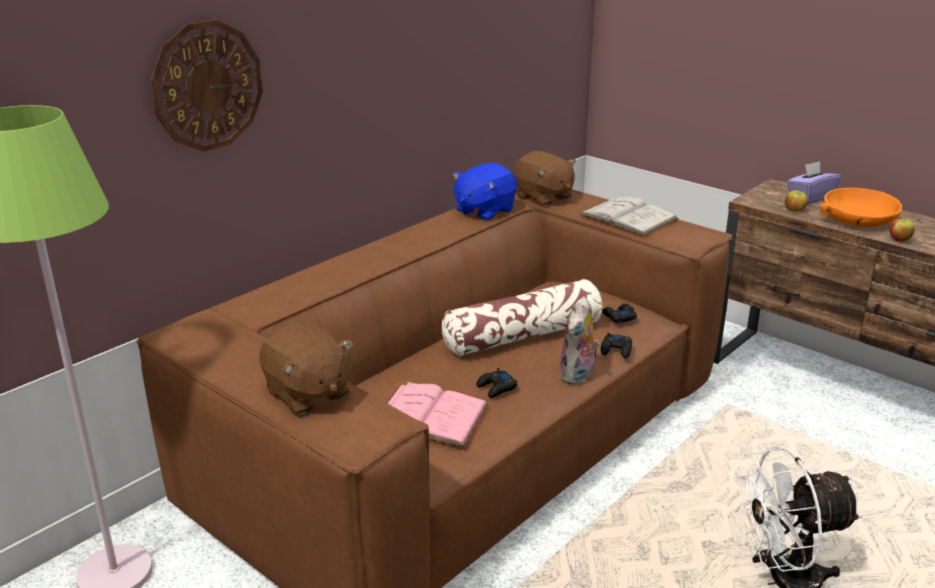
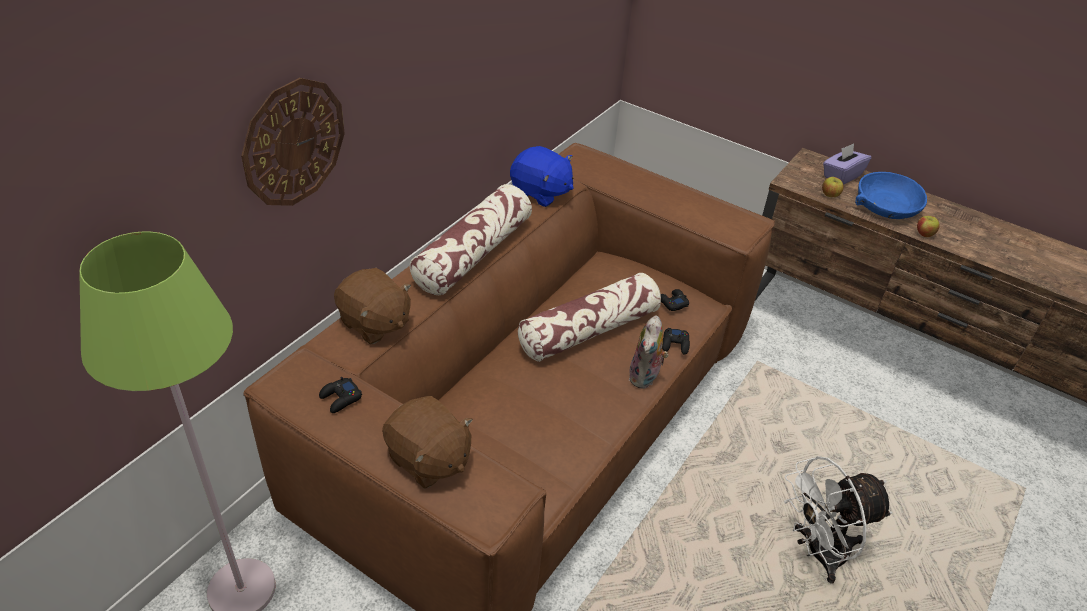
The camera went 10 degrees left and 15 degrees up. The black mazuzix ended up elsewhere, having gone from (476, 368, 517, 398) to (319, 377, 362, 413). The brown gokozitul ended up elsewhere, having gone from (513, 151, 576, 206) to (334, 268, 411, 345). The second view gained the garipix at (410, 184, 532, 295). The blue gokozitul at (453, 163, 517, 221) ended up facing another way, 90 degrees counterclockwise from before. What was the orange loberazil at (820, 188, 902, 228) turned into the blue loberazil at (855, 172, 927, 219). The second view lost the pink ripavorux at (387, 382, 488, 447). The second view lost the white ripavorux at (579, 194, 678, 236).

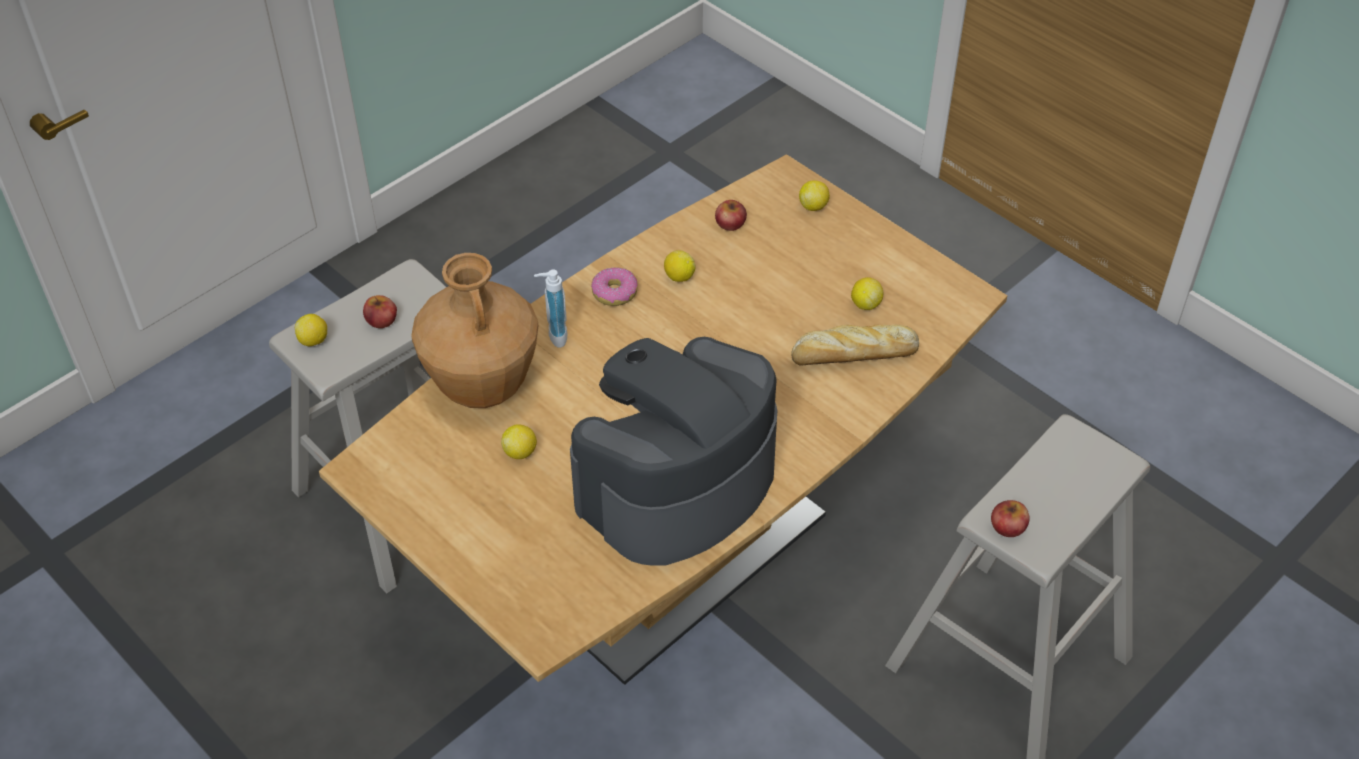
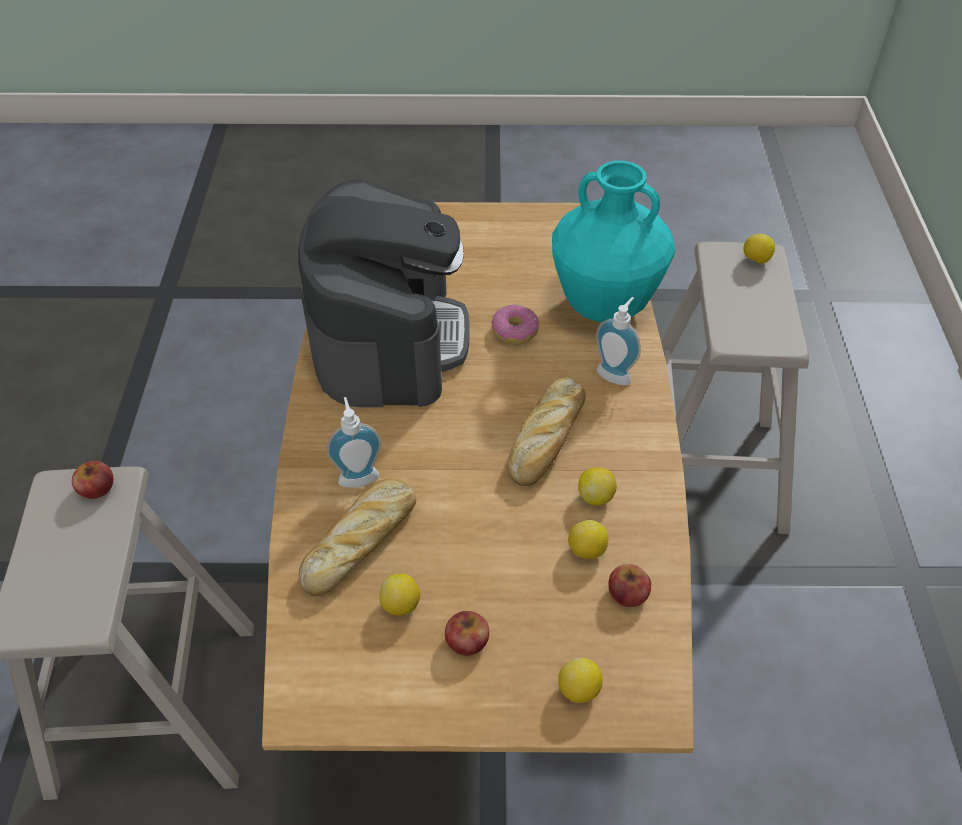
The camera went 135 degrees right and 0 degrees up. The second view gained the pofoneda at (326, 397, 382, 488). The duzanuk ended up elsewhere, having gone from (363, 295, 397, 328) to (445, 611, 489, 656). The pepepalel ended up elsewhere, having gone from (591, 267, 638, 306) to (491, 304, 539, 345). The second view gained the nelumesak at (507, 377, 586, 486). What was the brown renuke at (411, 253, 538, 408) turned into the turquoise renuke at (552, 161, 675, 323). The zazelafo ended up elsewhere, having gone from (501, 424, 537, 459) to (568, 520, 608, 559).

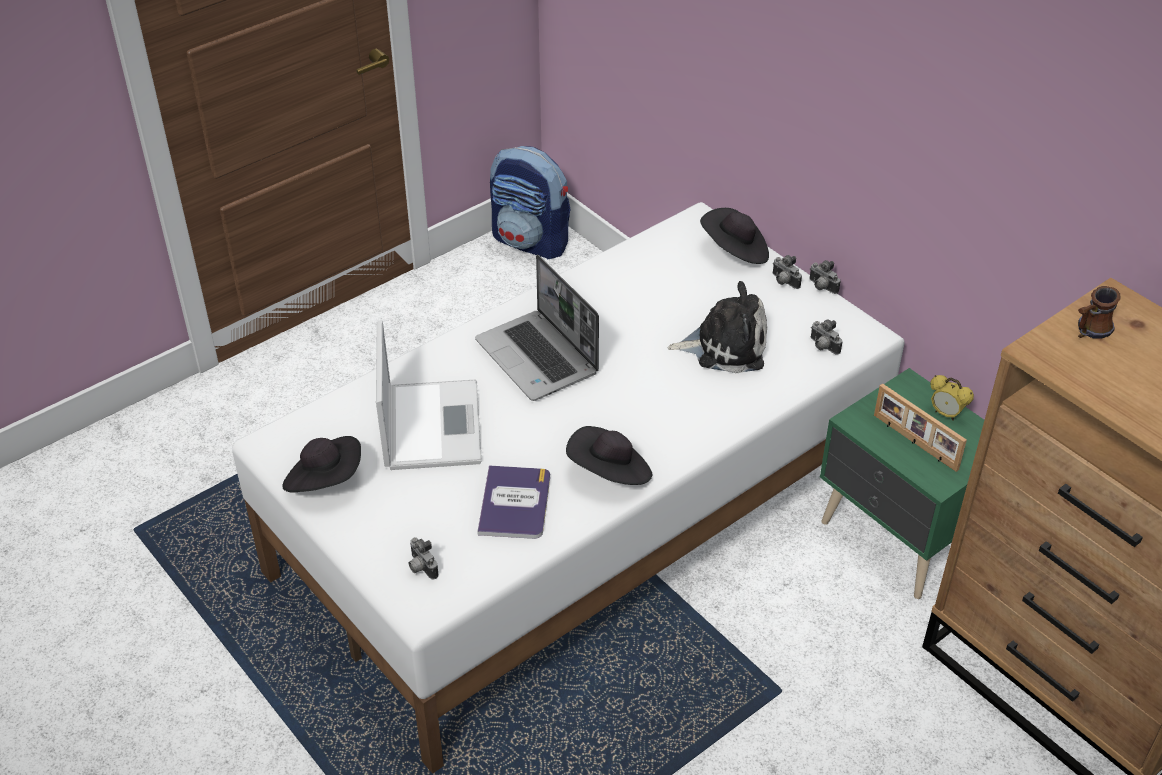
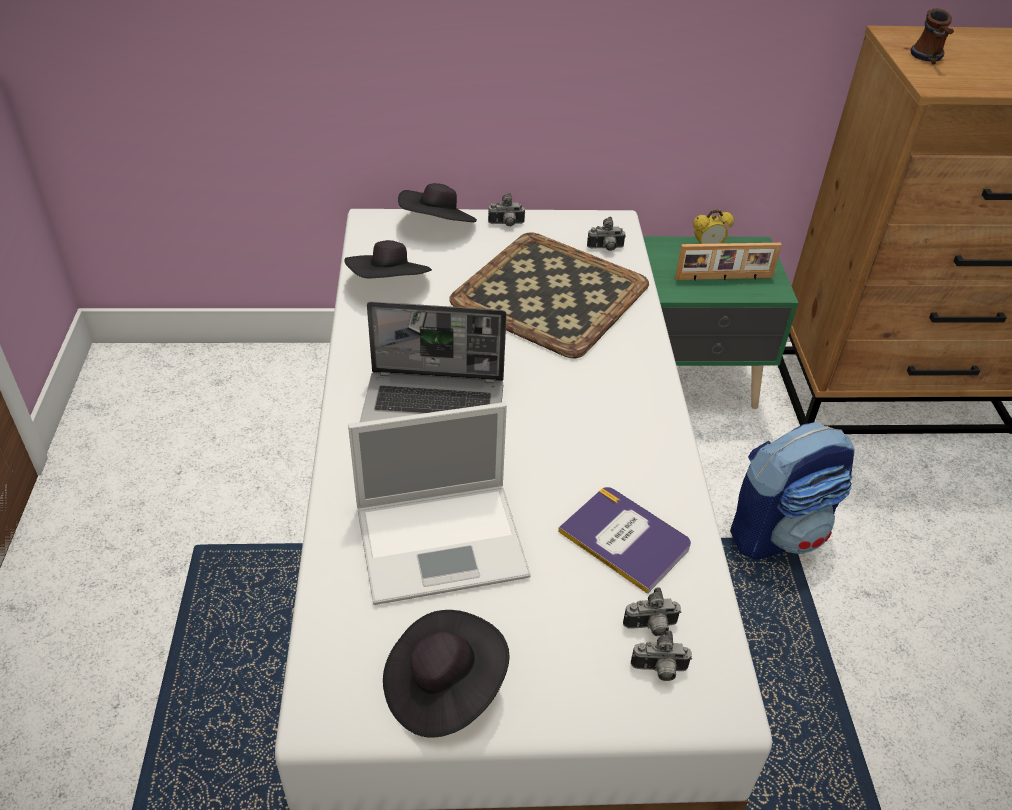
The camera went 55 degrees left and 0 degrees up. The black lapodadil ended up elsewhere, having gone from (566, 426, 652, 485) to (344, 240, 432, 278). The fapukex at (376, 320, 482, 470) ended up facing another way, 135 degrees clockwise from before. Where the gokozitul stood at (667, 281, 767, 374), the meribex came to stand at (449, 233, 649, 358). The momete ended up elsewhere, having gone from (809, 260, 841, 294) to (623, 587, 682, 636). The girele ended up elsewhere, having gone from (490, 146, 570, 259) to (730, 422, 855, 559).

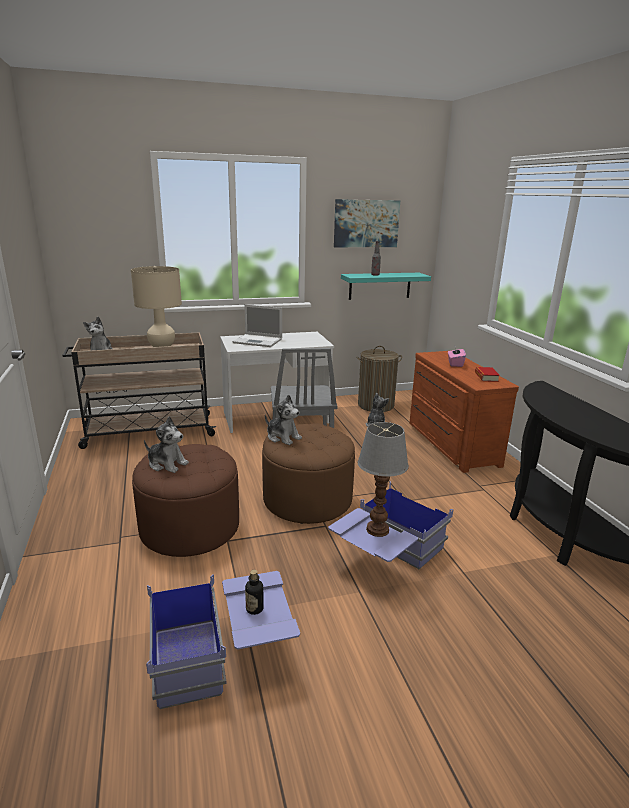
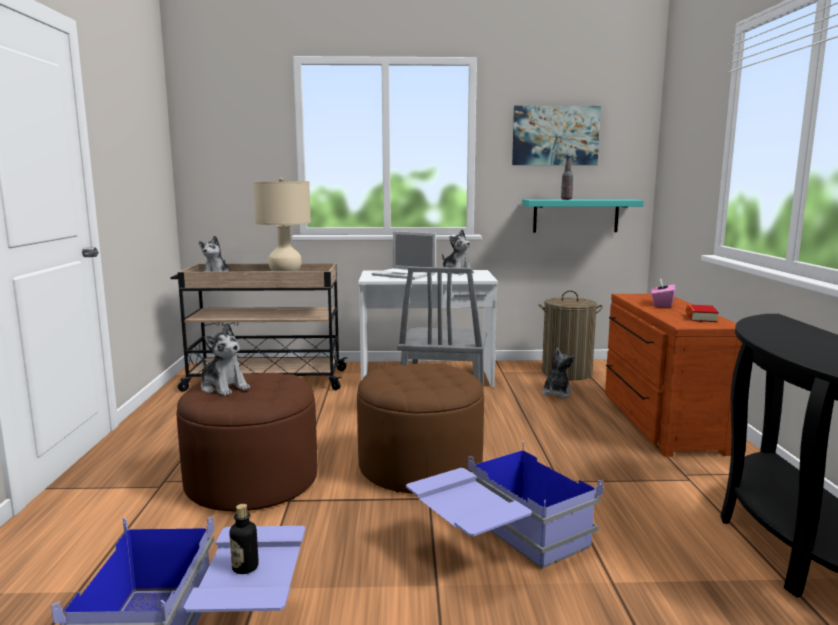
The camera went 15 degrees right and 10 degrees down. The gokozitul ended up elsewhere, having gone from (265, 395, 302, 445) to (442, 230, 474, 275). The second view lost the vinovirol at (357, 422, 409, 537).

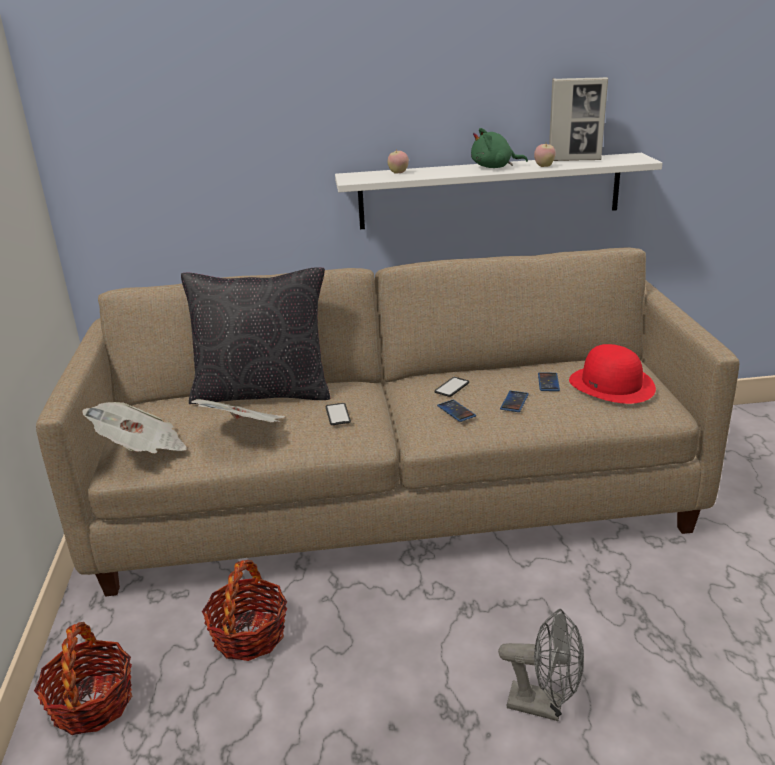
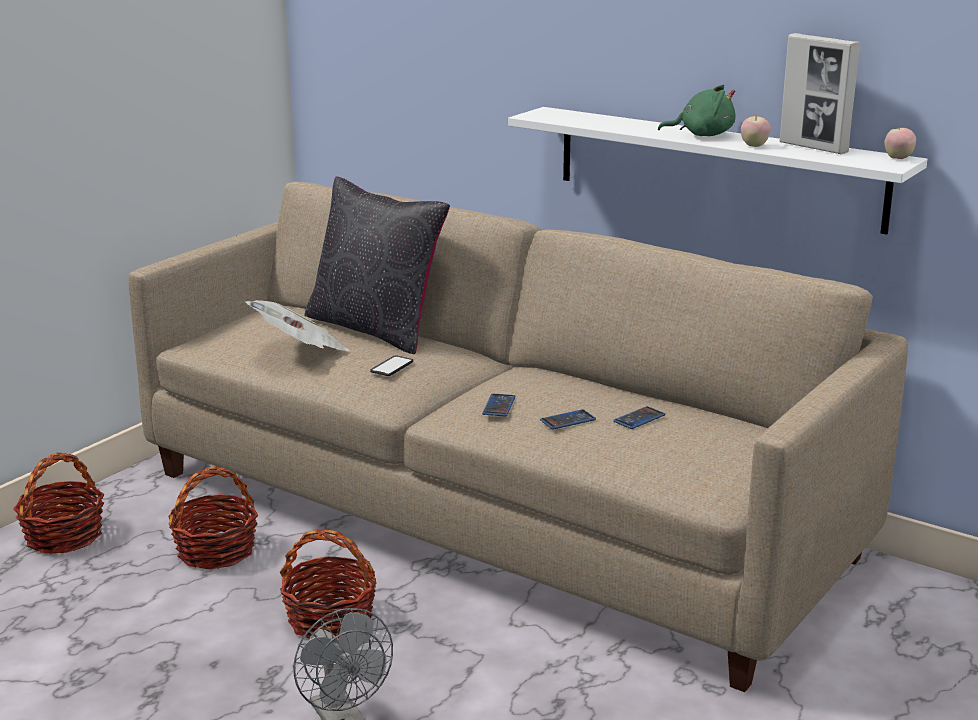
The camera went 40 degrees right and 5 degrees down. The second view gained the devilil at (280, 529, 376, 638). The green gokozitul at (471, 128, 528, 168) ended up facing another way, 150 degrees clockwise from before. The duzanuk ended up elsewhere, having gone from (388, 149, 409, 174) to (884, 124, 916, 159). The second view lost the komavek at (83, 402, 188, 453). The second view lost the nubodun at (434, 377, 469, 397). The second view lost the red lapodadil at (569, 344, 656, 404).

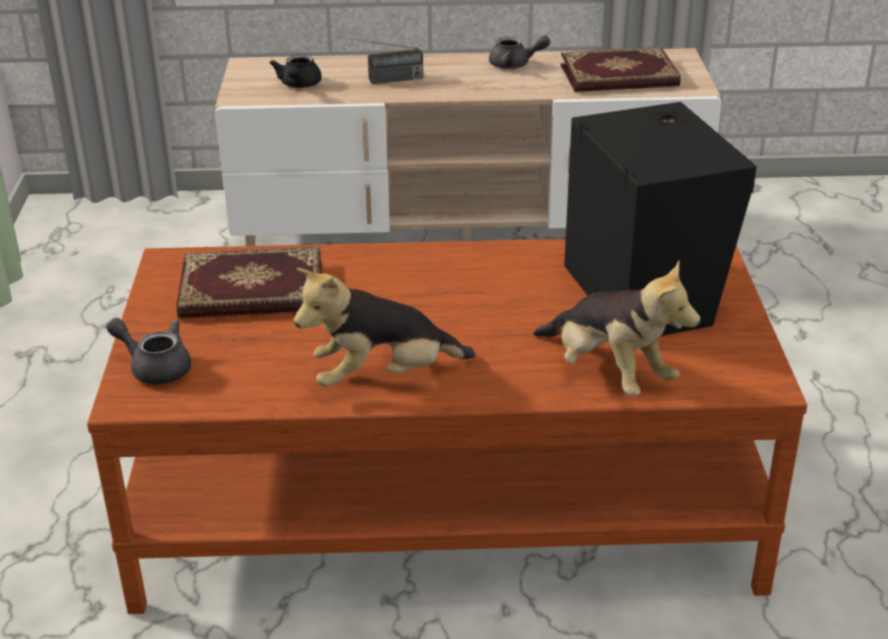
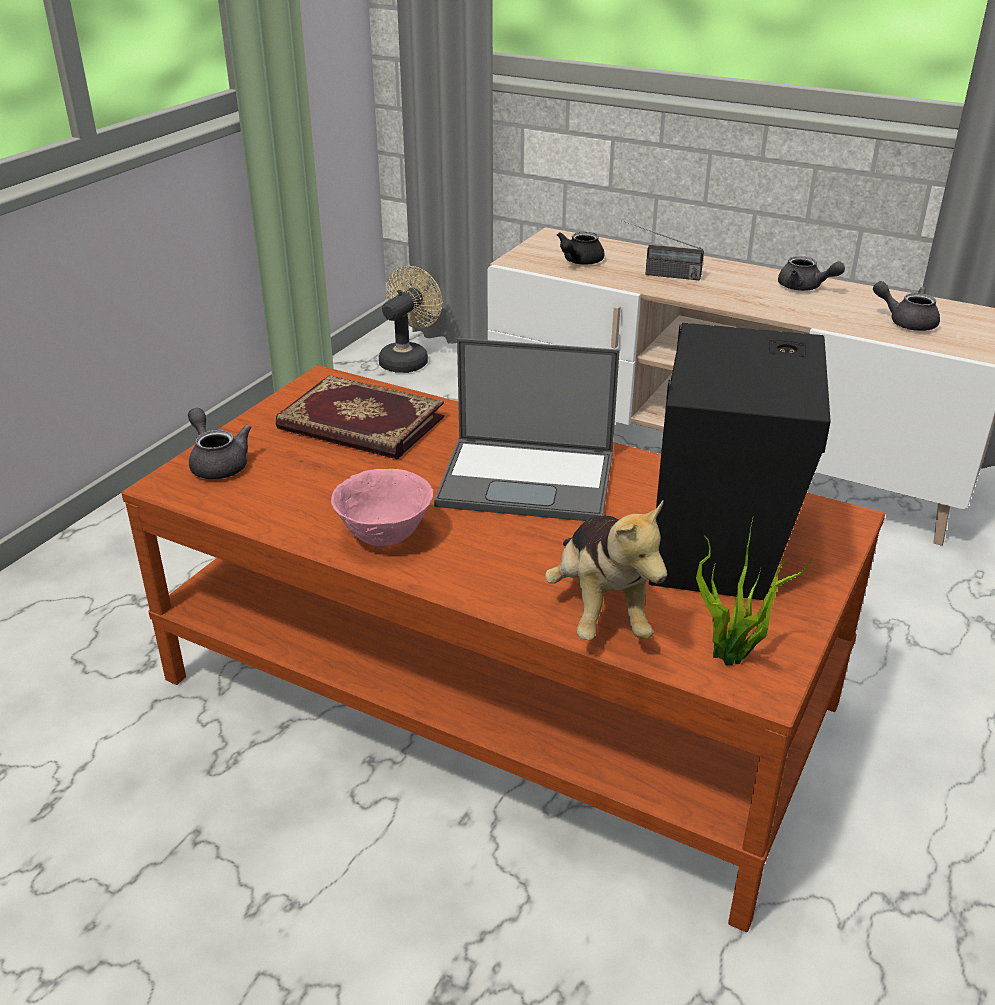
The camera went 30 degrees right and 0 degrees up. Where the gokozitul stood at (294, 268, 476, 386), the pink loberazil came to stand at (331, 469, 433, 546). The second view gained the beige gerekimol at (379, 266, 442, 373). The second view gained the fapukex at (434, 338, 620, 521). The second view gained the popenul at (696, 519, 813, 666). Where the ripavorux stood at (560, 47, 680, 92), the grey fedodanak came to stand at (873, 281, 940, 331).

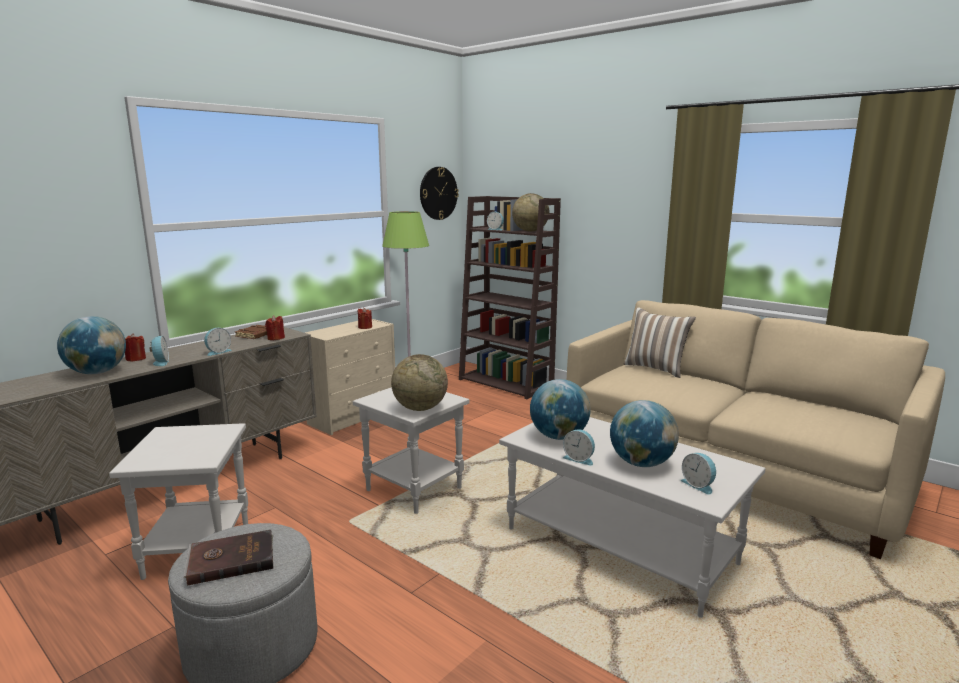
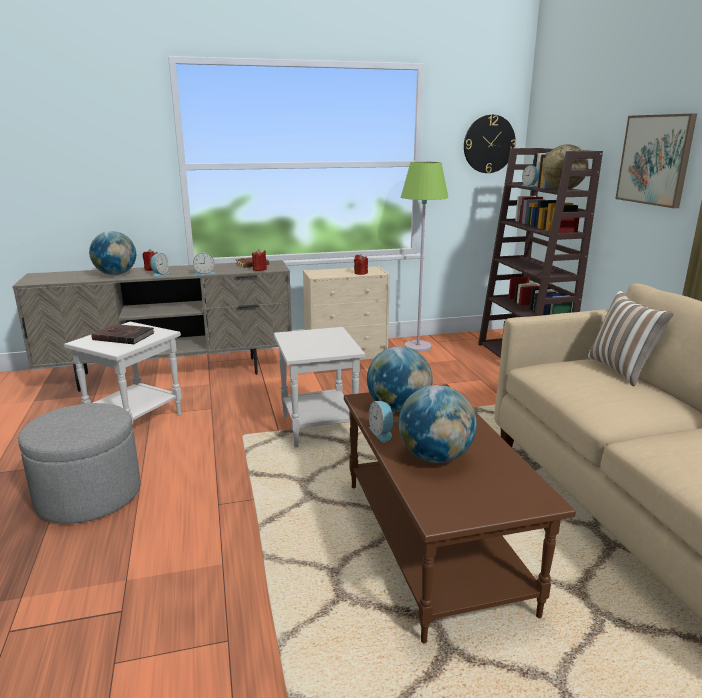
The camera went 35 degrees right and 5 degrees up. The brown ripavorux ended up elsewhere, having gone from (184, 530, 273, 586) to (91, 324, 155, 344). What was the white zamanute at (499, 417, 766, 618) turned into the brown zamanute at (344, 384, 576, 643). The second view gained the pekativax at (616, 114, 697, 208). The second view lost the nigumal at (391, 354, 448, 411). The second view lost the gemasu at (681, 453, 716, 495).

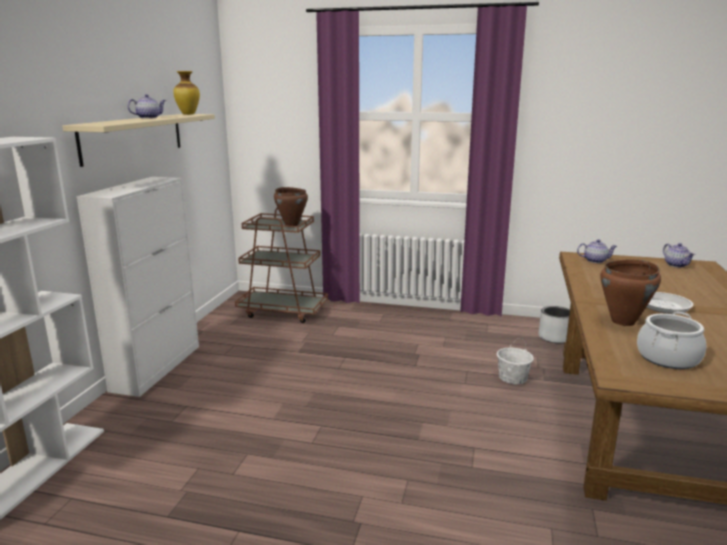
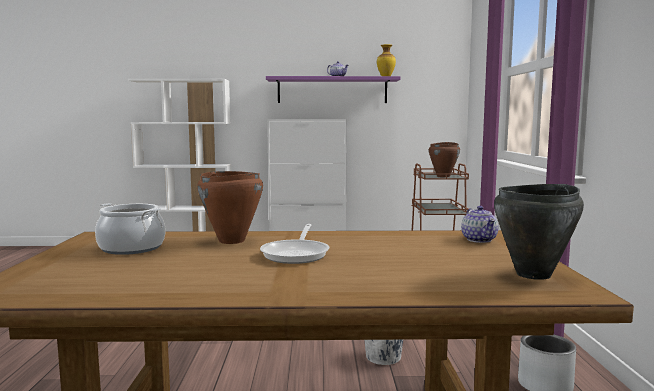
The camera went 75 degrees right and 10 degrees down. What was the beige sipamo at (62, 114, 215, 167) turned into the purple sipamo at (266, 76, 400, 103). Where the fedodanak stood at (663, 243, 695, 268), the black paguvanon came to stand at (494, 184, 584, 280).

